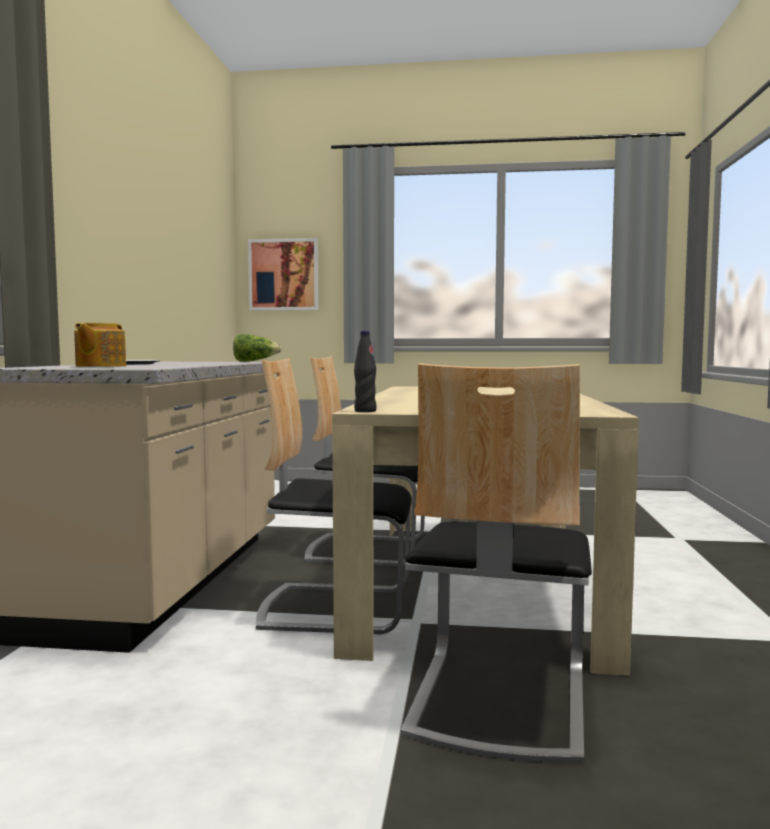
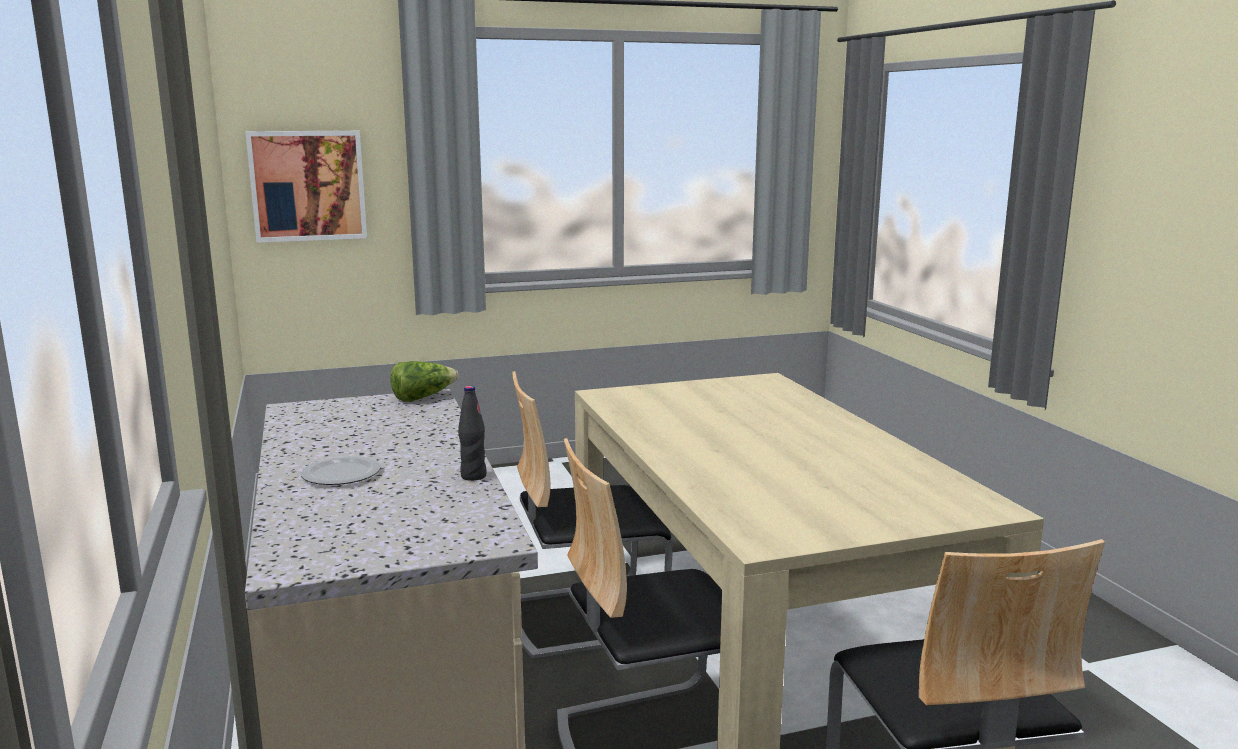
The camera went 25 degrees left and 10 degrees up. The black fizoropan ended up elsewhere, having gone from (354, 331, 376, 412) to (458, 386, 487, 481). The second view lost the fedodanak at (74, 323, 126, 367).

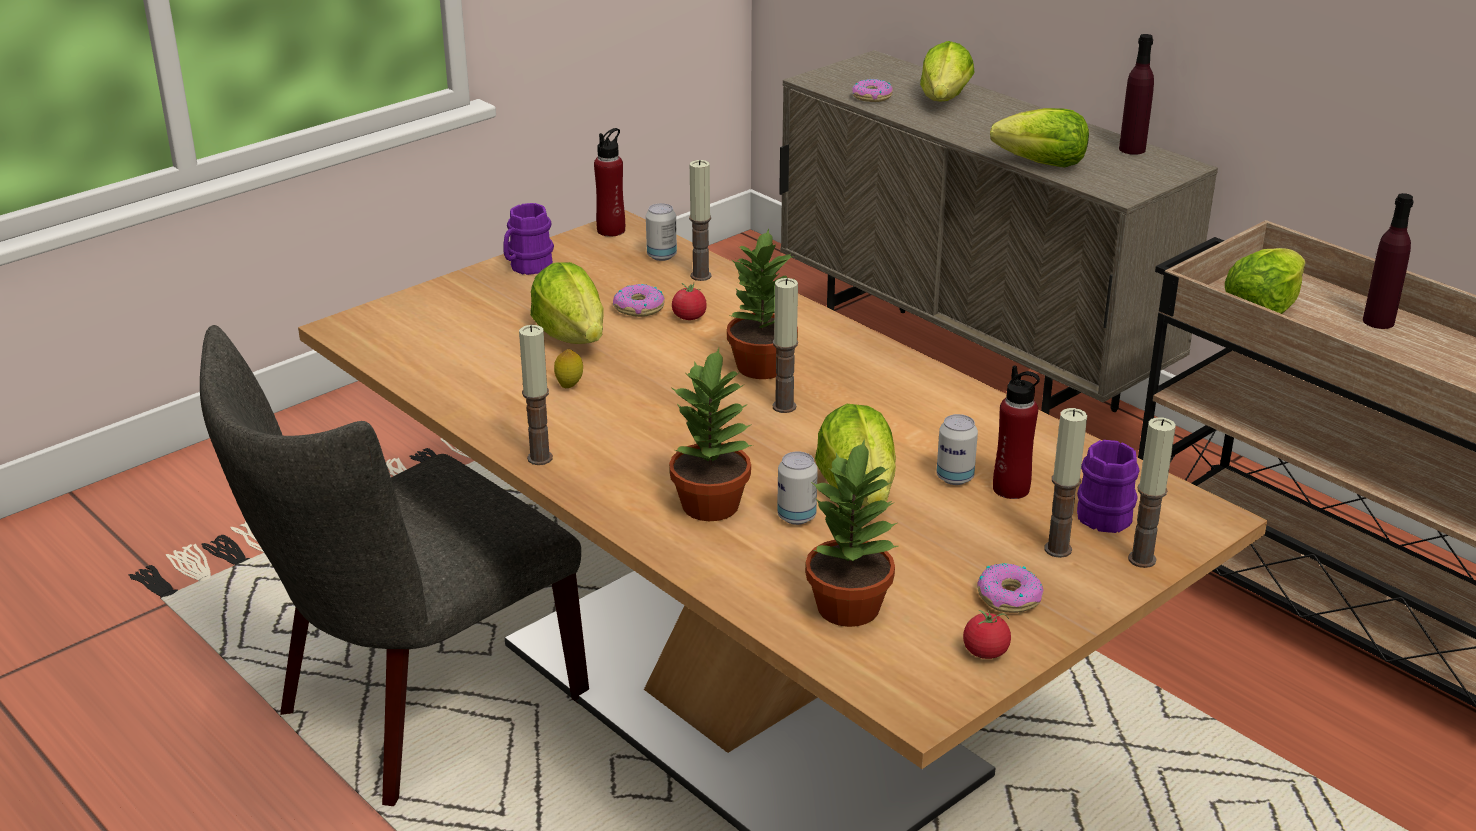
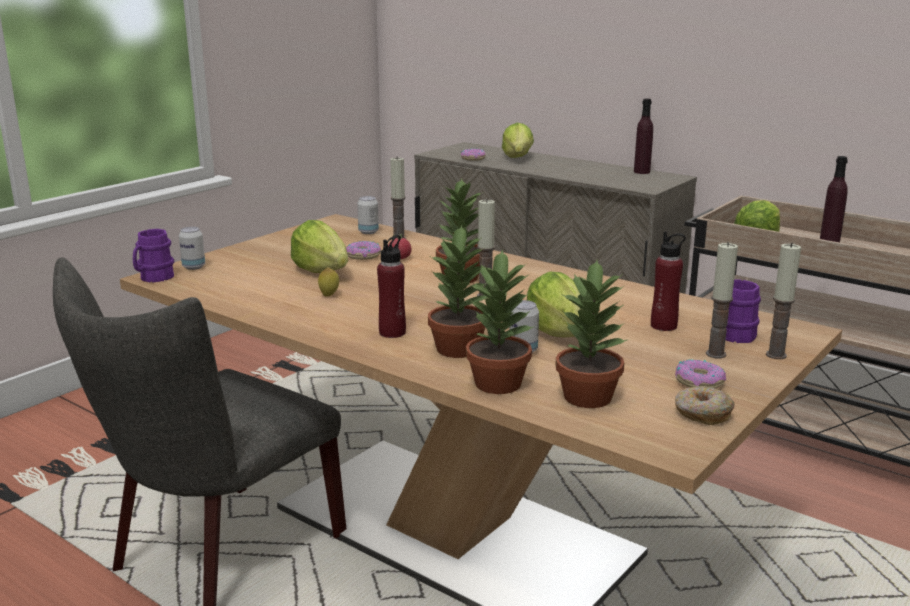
The camera went 10 degrees left and 10 degrees down. The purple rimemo ended up elsewhere, having gone from (503, 203, 554, 275) to (133, 229, 174, 282). The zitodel ended up elsewhere, having gone from (936, 414, 978, 485) to (179, 227, 205, 270). The red fizoropan ended up elsewhere, having gone from (594, 128, 625, 237) to (377, 235, 406, 338). The second view gained the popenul at (466, 249, 535, 394). Where the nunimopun stood at (963, 610, 1011, 659), the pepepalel came to stand at (675, 387, 735, 425). The second view lost the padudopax at (519, 325, 553, 465). The second view lost the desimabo at (990, 108, 1089, 168).

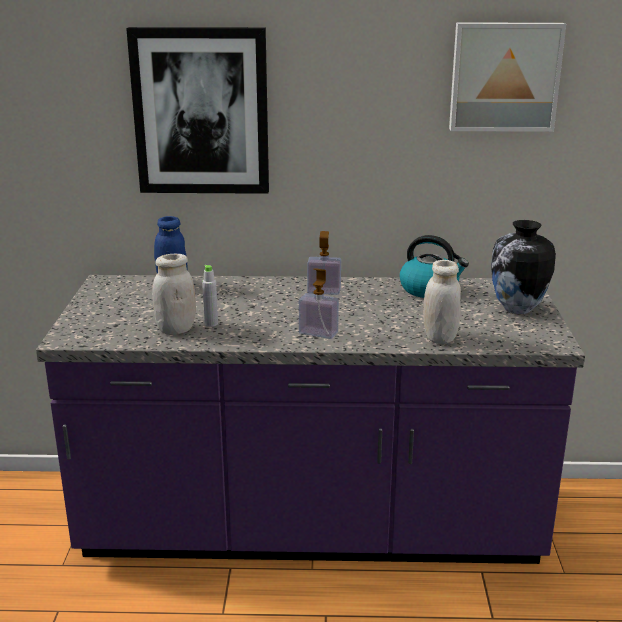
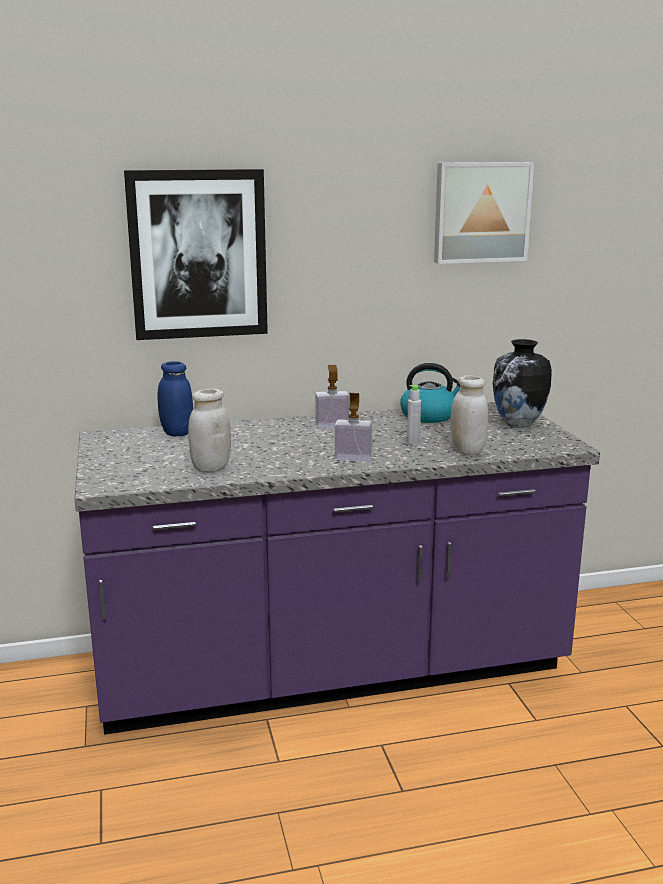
The camera went 15 degrees left and 5 degrees down. The grey fizoropan ended up elsewhere, having gone from (202, 265, 218, 327) to (407, 385, 421, 445).

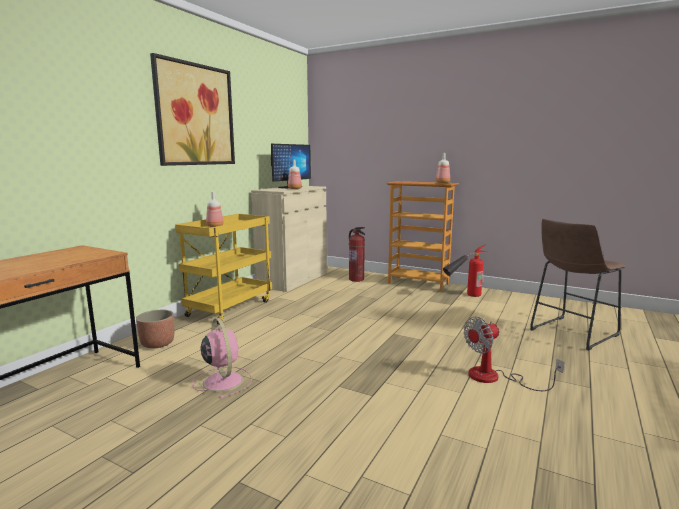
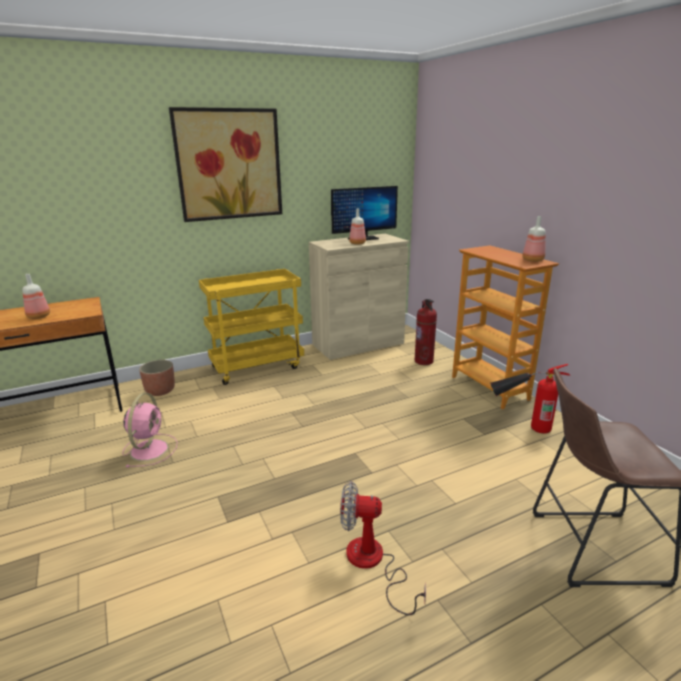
The camera went 35 degrees right and 10 degrees up. The fizoropan ended up elsewhere, having gone from (206, 192, 224, 227) to (22, 274, 50, 319).

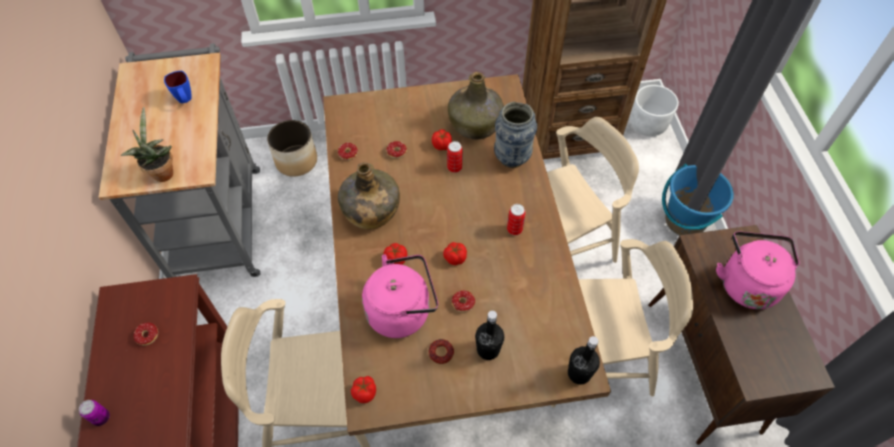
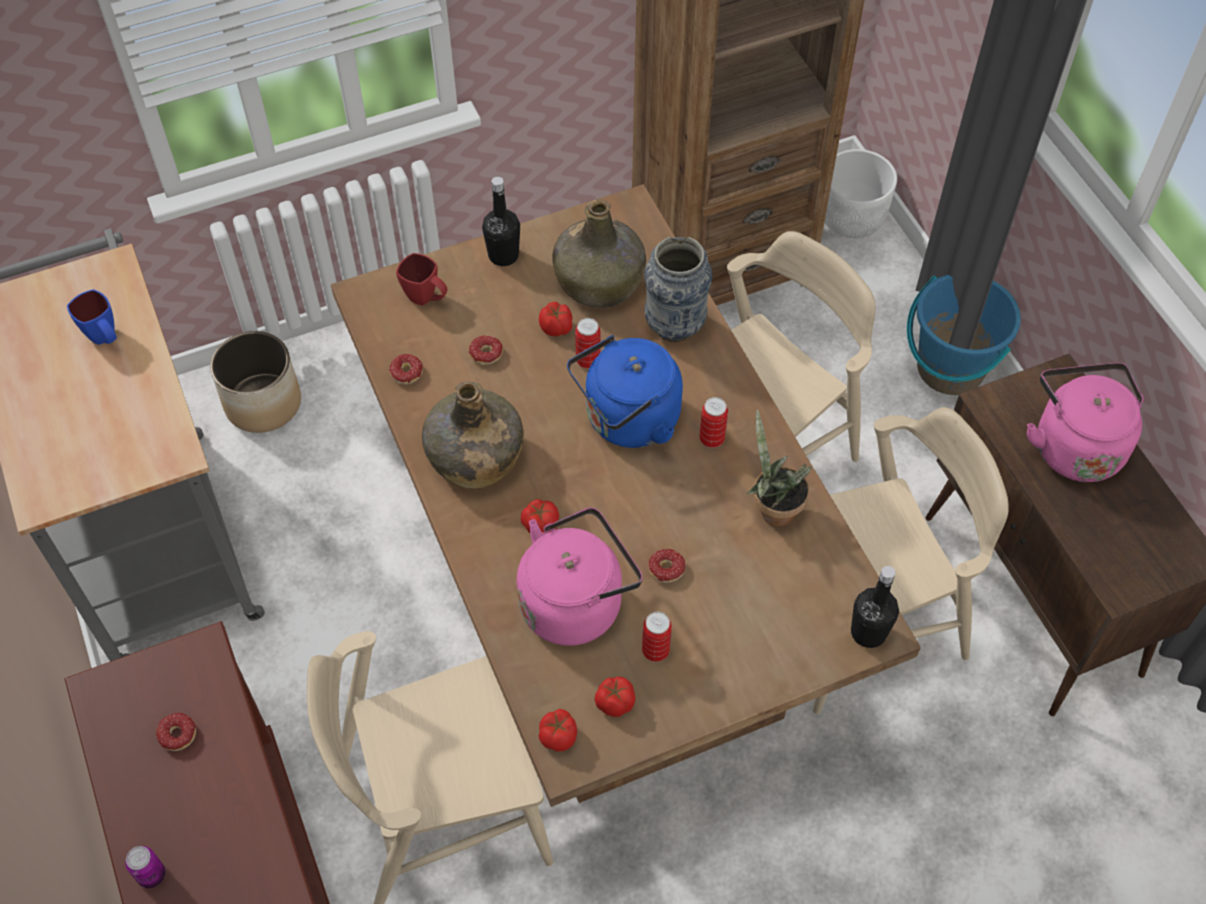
The camera went 15 degrees left and 0 degrees up. The second view gained the red rimemo at (396, 253, 448, 305). The black fizoropan ended up elsewhere, having gone from (475, 311, 504, 360) to (482, 177, 520, 266). The second view gained the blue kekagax at (567, 335, 683, 448). The nunimopun ended up elsewhere, having gone from (443, 242, 467, 265) to (594, 676, 636, 717). Where the pepepalel stood at (428, 339, 454, 364), the zitodel came to stand at (642, 612, 672, 662). The popenul ended up elsewhere, having gone from (120, 107, 173, 182) to (746, 409, 812, 527).

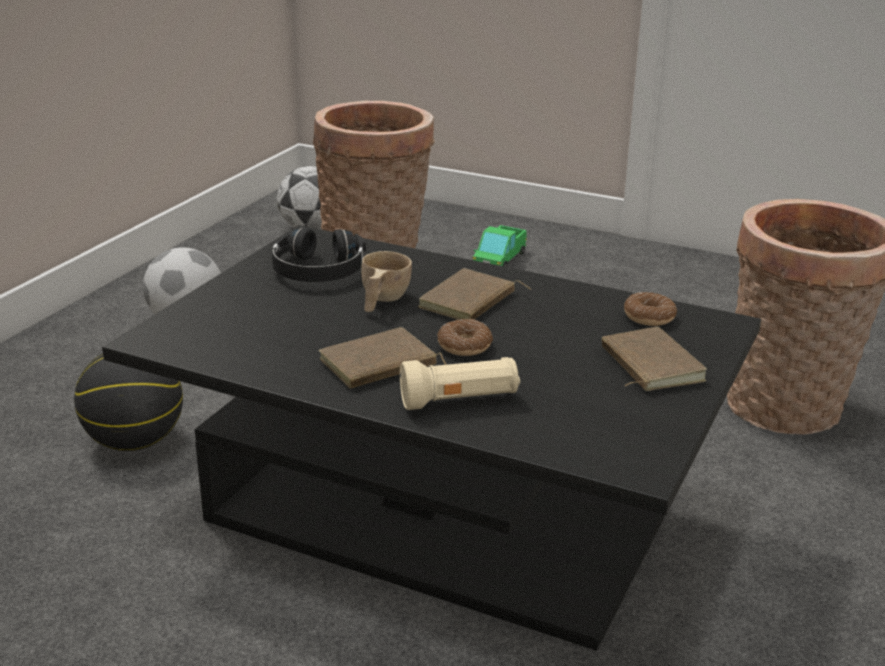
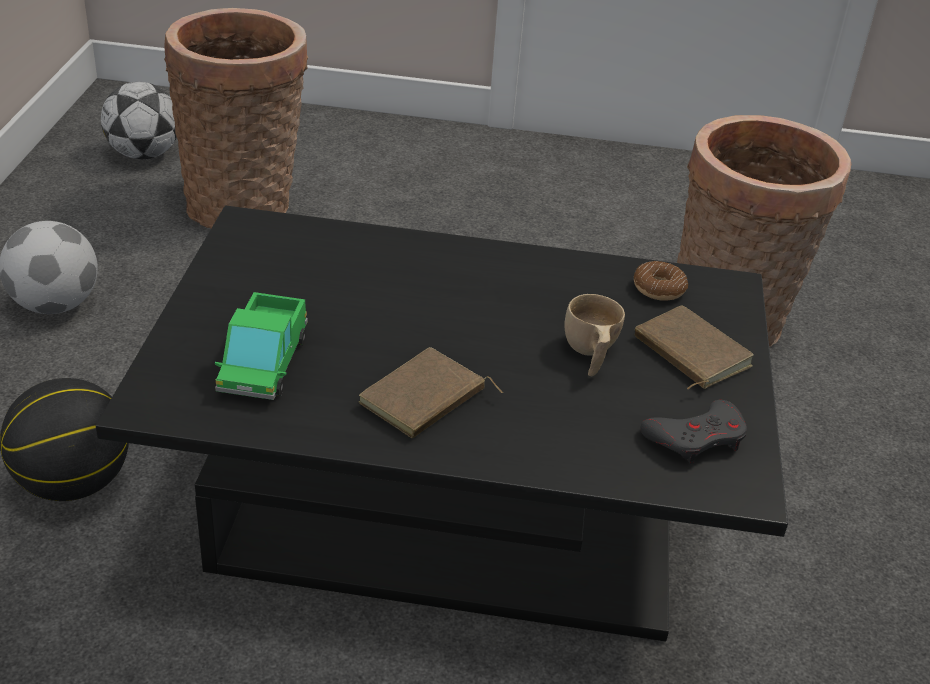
The camera went 20 degrees left and 10 degrees up. The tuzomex ended up elsewhere, having gone from (472, 225, 527, 267) to (215, 292, 308, 400). The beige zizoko ended up elsewhere, having gone from (361, 251, 412, 312) to (565, 294, 625, 376). The second view gained the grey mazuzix at (641, 400, 747, 464). The second view lost the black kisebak at (272, 228, 366, 282). The second view lost the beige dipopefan at (400, 357, 520, 410). The second view lost the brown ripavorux at (418, 268, 531, 320). The second view lost the pepepalel at (437, 319, 493, 356).

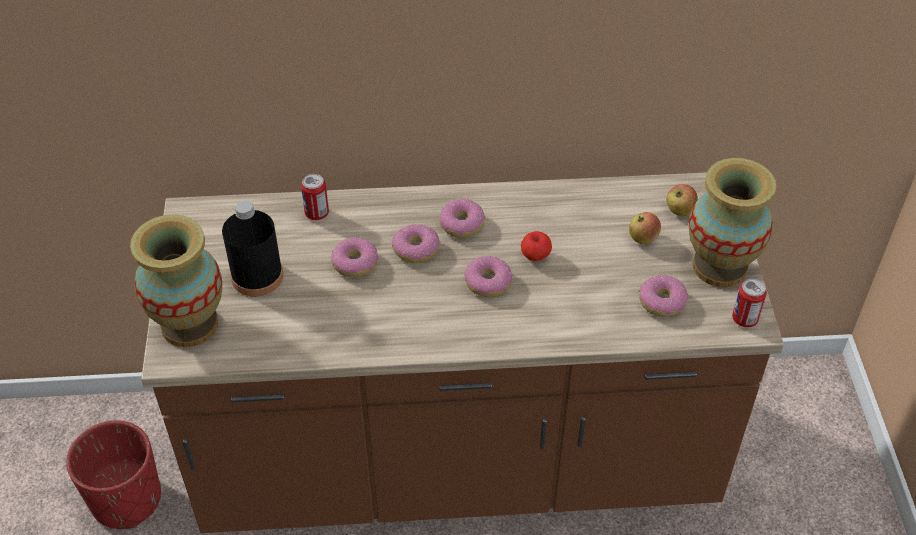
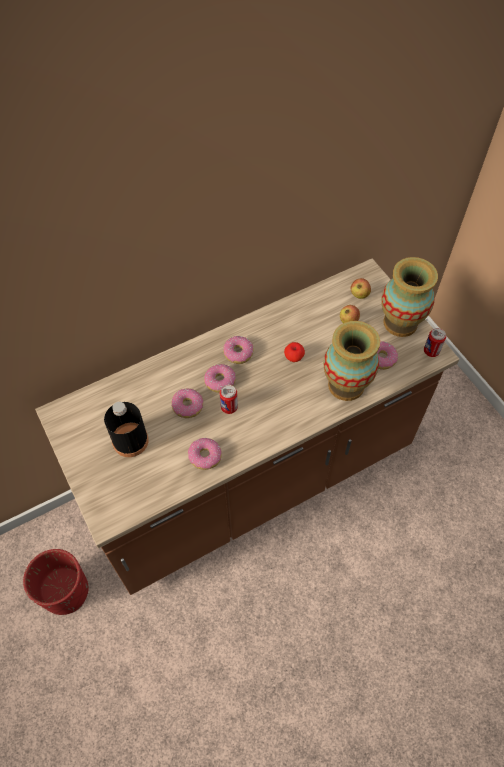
The camera went 25 degrees left and 10 degrees up. The pepepalel ended up elsewhere, having gone from (465, 256, 513, 297) to (188, 438, 222, 470). The zitodel ended up elsewhere, having gone from (301, 174, 329, 220) to (220, 385, 238, 414). The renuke ended up elsewhere, having gone from (130, 214, 222, 347) to (324, 321, 380, 401).

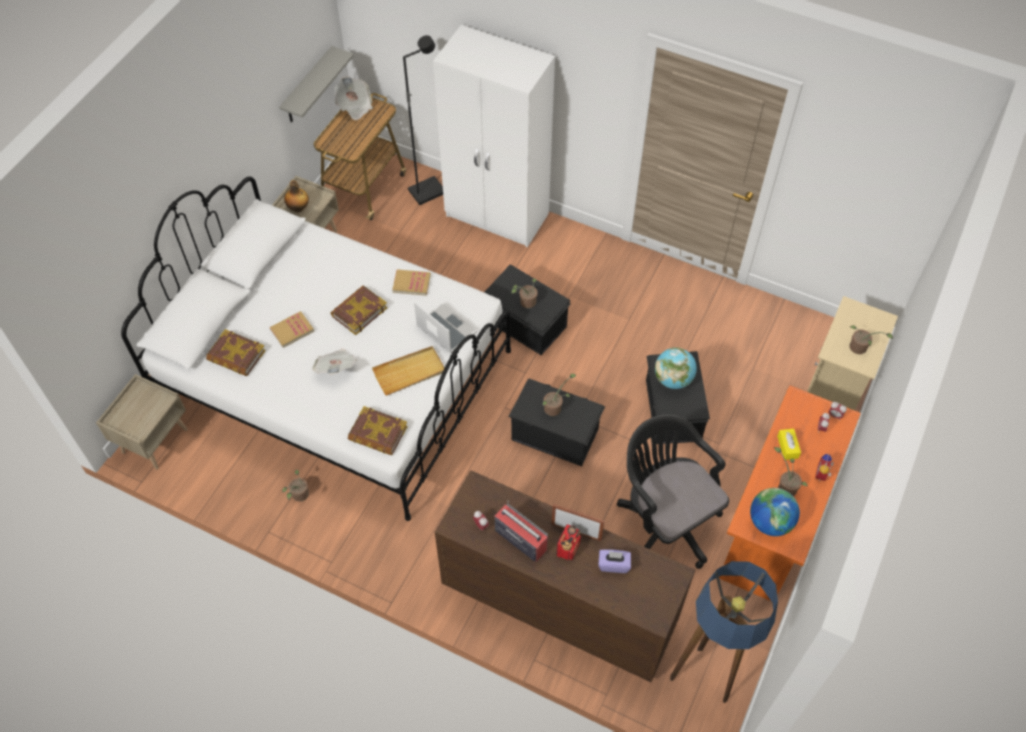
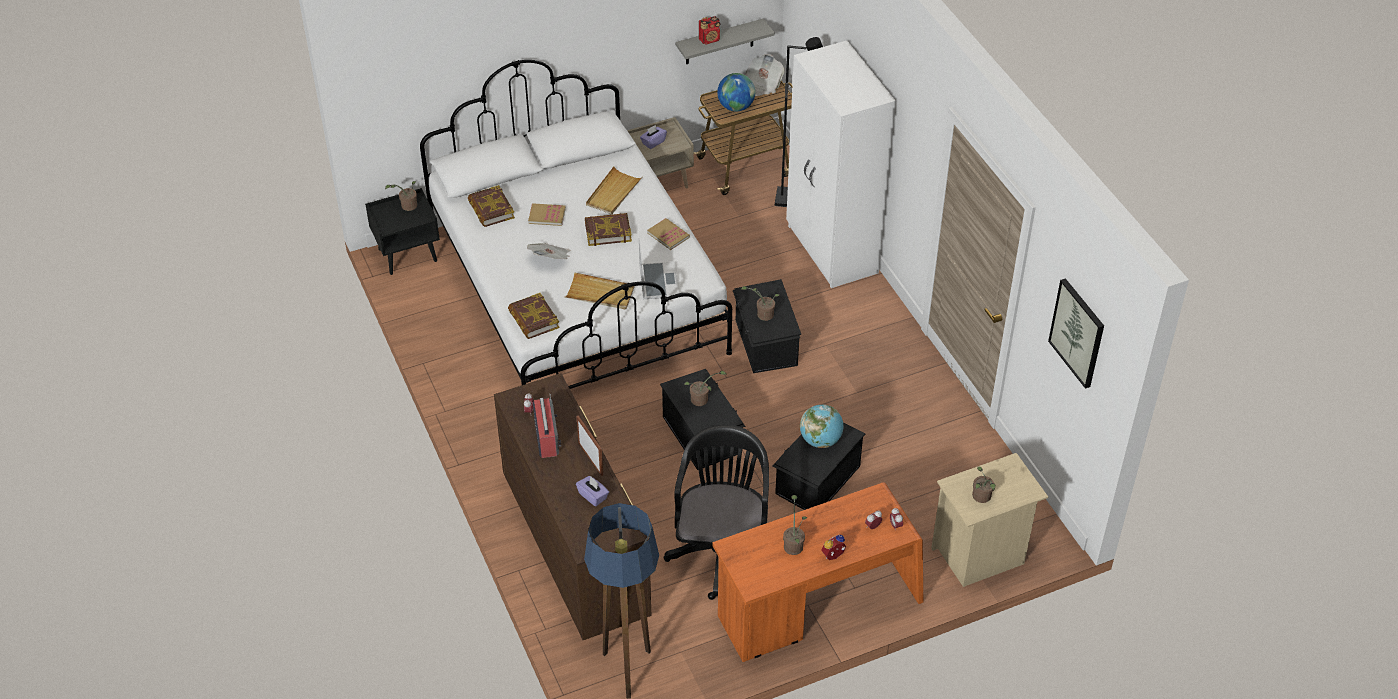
The camera went 40 degrees right and 10 degrees down. What was the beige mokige at (96, 374, 188, 470) turned into the black mokige at (365, 188, 440, 275). The popenul ended up elsewhere, having gone from (282, 470, 309, 502) to (385, 181, 417, 211). The second view gained the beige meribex at (586, 166, 643, 215). Where the fizoropan stood at (284, 180, 309, 213), the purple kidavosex came to stand at (640, 125, 667, 149). The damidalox ended up elsewhere, having gone from (556, 524, 581, 560) to (699, 16, 720, 44). The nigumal ended up elsewhere, having gone from (750, 488, 800, 536) to (717, 73, 755, 112). The second view gained the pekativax at (1048, 278, 1104, 389). The second view lost the yellow kidavosex at (777, 429, 801, 460).

